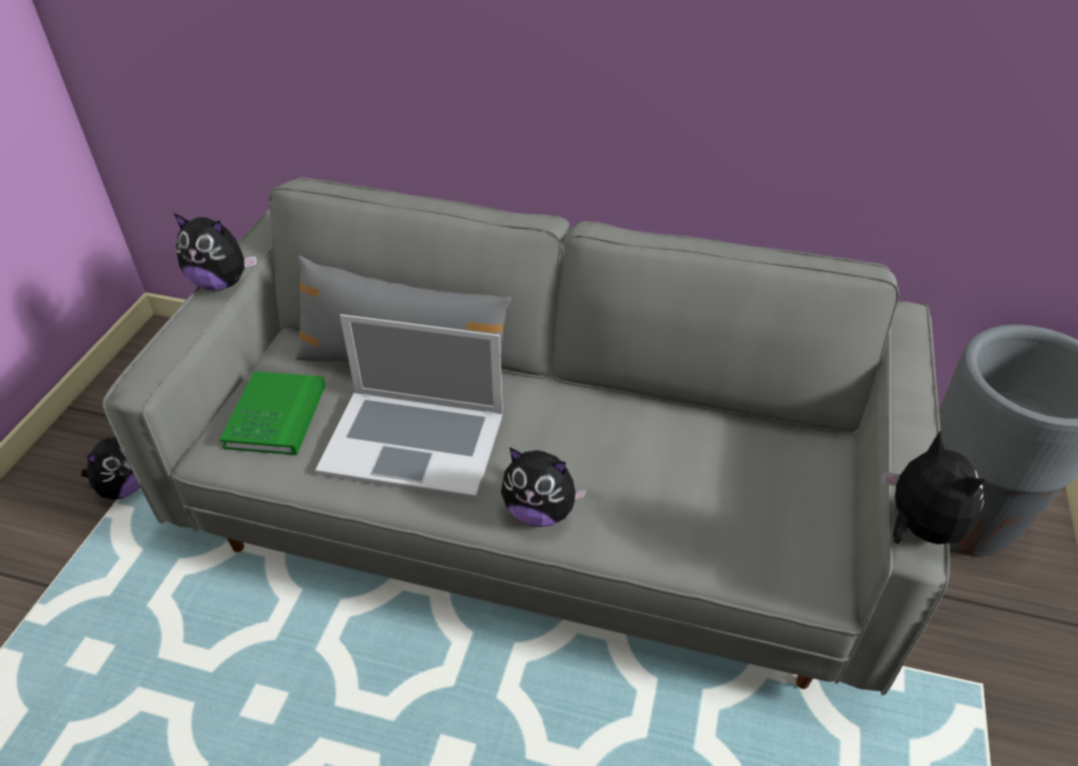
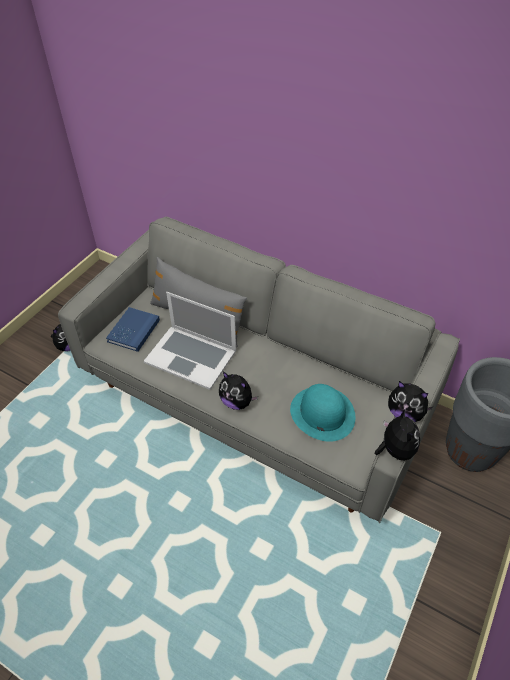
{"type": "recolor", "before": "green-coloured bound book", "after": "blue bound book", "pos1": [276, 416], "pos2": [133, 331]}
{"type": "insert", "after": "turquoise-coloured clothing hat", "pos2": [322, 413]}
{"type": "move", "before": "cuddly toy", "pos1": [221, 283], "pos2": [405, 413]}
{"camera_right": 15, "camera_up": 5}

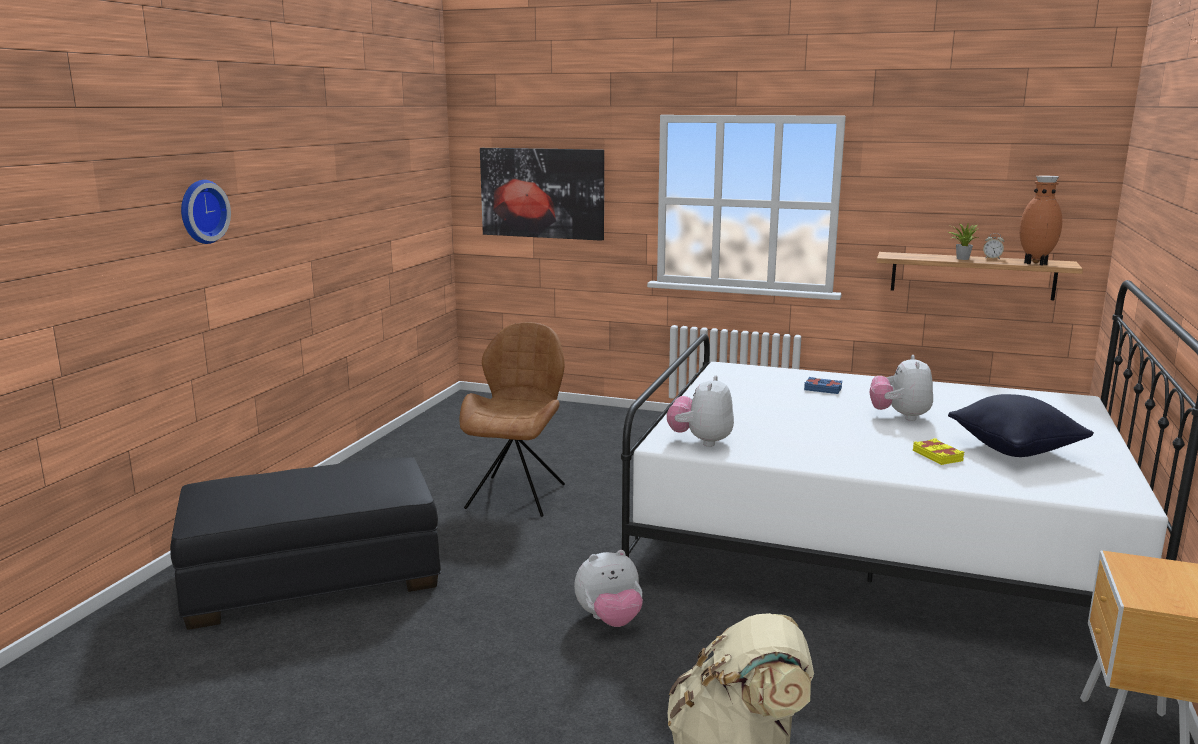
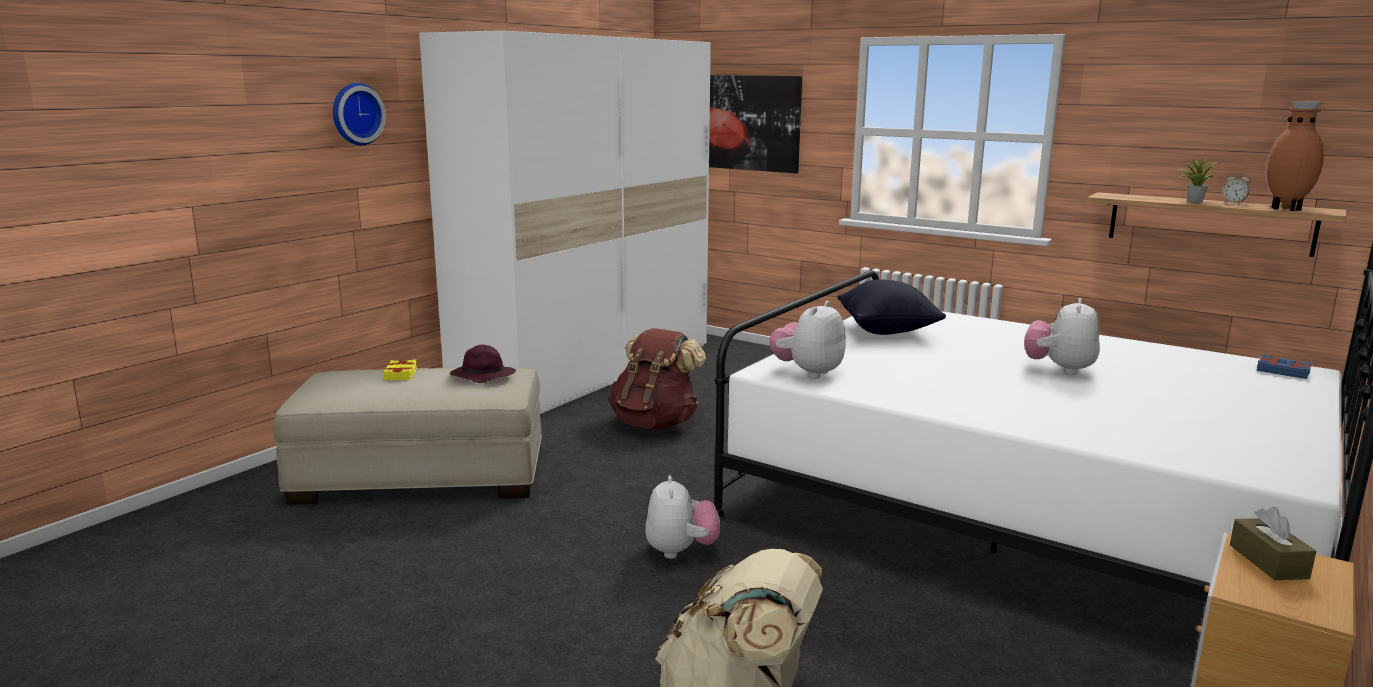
{"type": "recolor", "before": "black pouffe", "after": "beige-coloured pouffe", "pos1": [313, 576], "pos2": [422, 474]}
{"type": "move", "before": "yellowish bound book", "pos1": [938, 456], "pos2": [401, 374]}
{"type": "insert", "after": "whitish wardrobe", "pos2": [589, 371]}
{"type": "insert", "after": "purple-coloured clothing hat", "pos2": [482, 376]}
{"type": "replace", "before": "brownish chair", "after": "brownish rucksack", "pos1": [517, 495], "pos2": [655, 423]}
{"type": "rotate", "before": "cuddly toy", "pos1": [609, 620], "pos2": [681, 551], "turn": -90}
{"type": "move", "before": "black throw pillow", "pos1": [1015, 450], "pos2": [887, 331]}
{"type": "insert", "after": "brownish tissue box", "pos2": [1268, 561]}
{"type": "move", "before": "blue bound book", "pos1": [823, 389], "pos2": [1283, 371]}
{"camera_right": 15, "camera_up": 0}

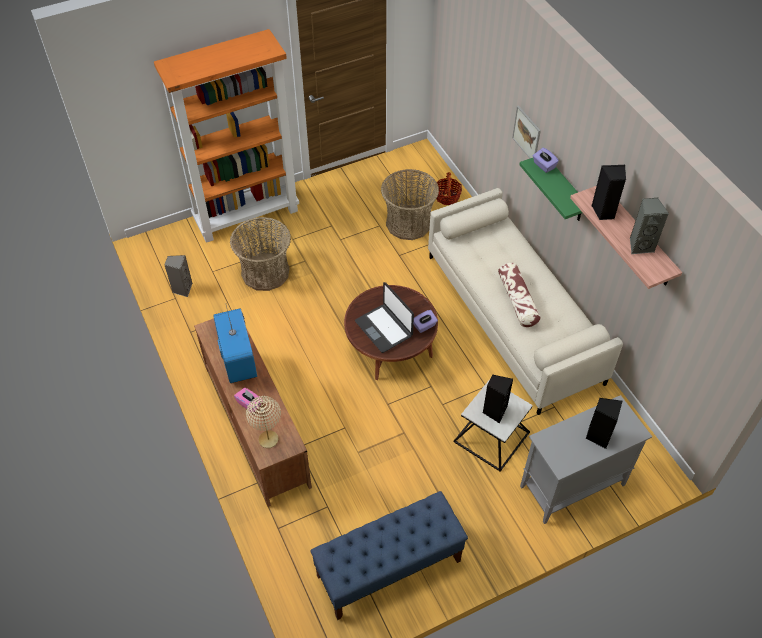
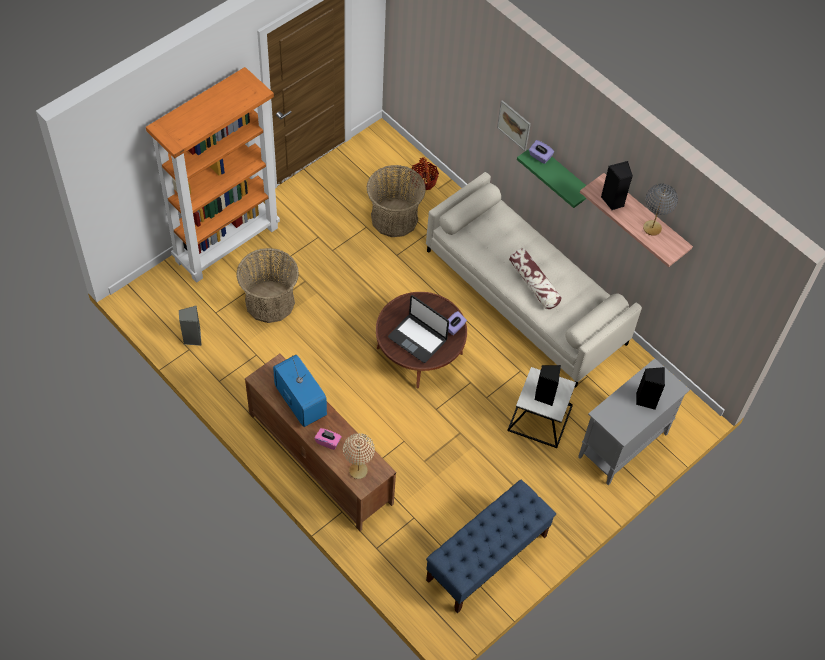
{"type": "replace", "before": "grey audio speaker", "after": "grey lamp for a table", "pos1": [640, 245], "pos2": [652, 228]}
{"camera_right": -20, "camera_up": 5}

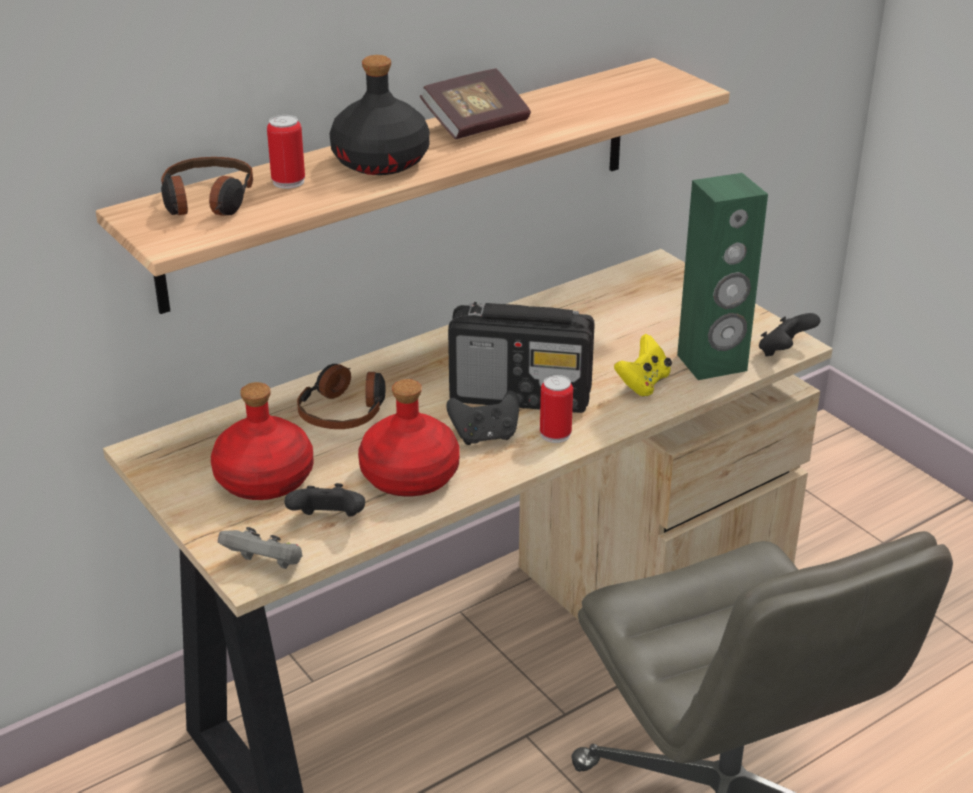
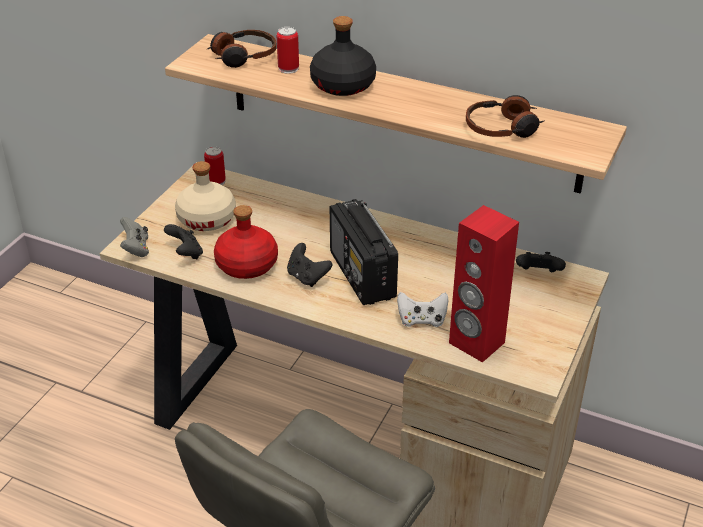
{"type": "recolor", "before": "reddish beverage bottle", "after": "beige-coloured beverage bottle", "pos1": [263, 479], "pos2": [207, 218]}
{"type": "move", "before": "sealed can", "pos1": [555, 434], "pos2": [216, 181]}
{"type": "recolor", "before": "yellowish joypad", "after": "whitish joypad", "pos1": [643, 383], "pos2": [422, 320]}
{"type": "recolor", "before": "green-coloured audio speaker", "after": "reddish audio speaker", "pos1": [712, 363], "pos2": [476, 343]}
{"type": "move", "before": "headphones", "pos1": [344, 410], "pos2": [502, 128]}
{"type": "move", "before": "black joypad", "pos1": [784, 352], "pos2": [538, 274]}
{"type": "delete", "before": "bound book", "pos1": [476, 125]}
{"camera_right": 60, "camera_up": 5}

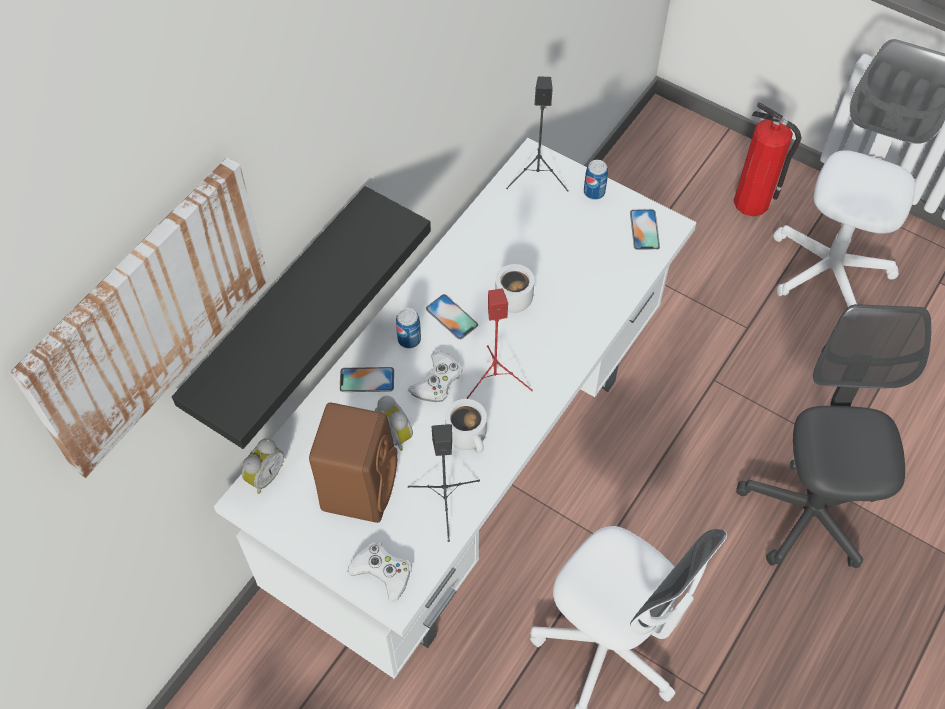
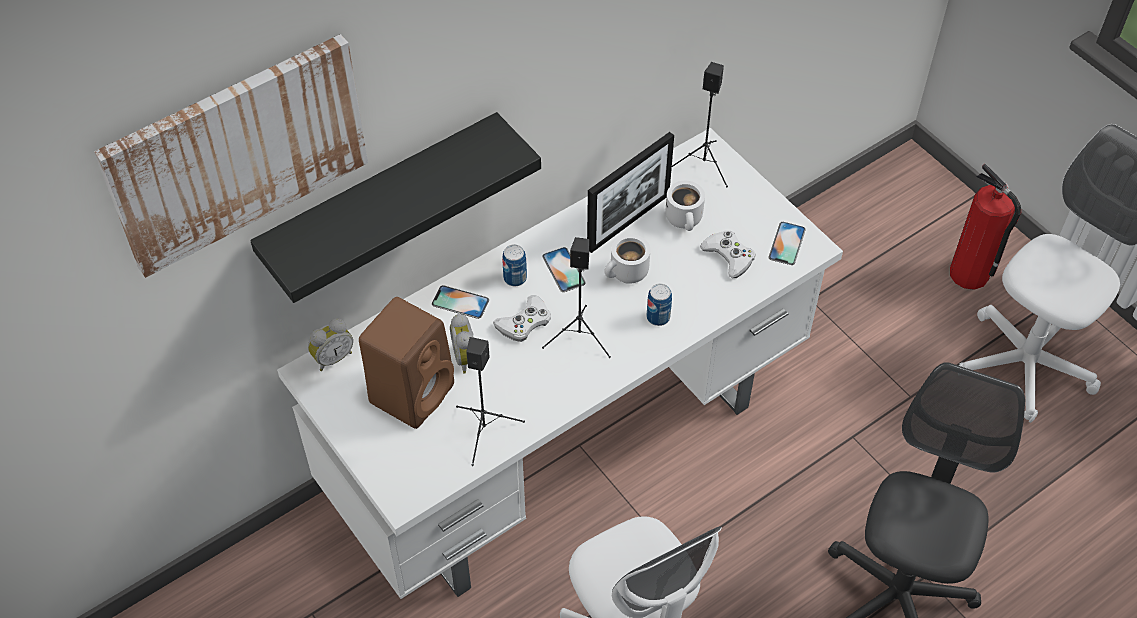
{"type": "recolor", "before": "reddish audio speaker", "after": "black audio speaker", "pos1": [496, 379], "pos2": [580, 337]}
{"type": "insert", "after": "picture frame", "pos2": [628, 222]}
{"type": "move", "before": "sealed can", "pos1": [594, 192], "pos2": [658, 317]}
{"type": "move", "before": "whitish mug", "pos1": [469, 437], "pos2": [686, 219]}
{"type": "move", "before": "whitish joypad", "pos1": [382, 572], "pos2": [729, 256]}
{"camera_right": 20, "camera_up": -5}

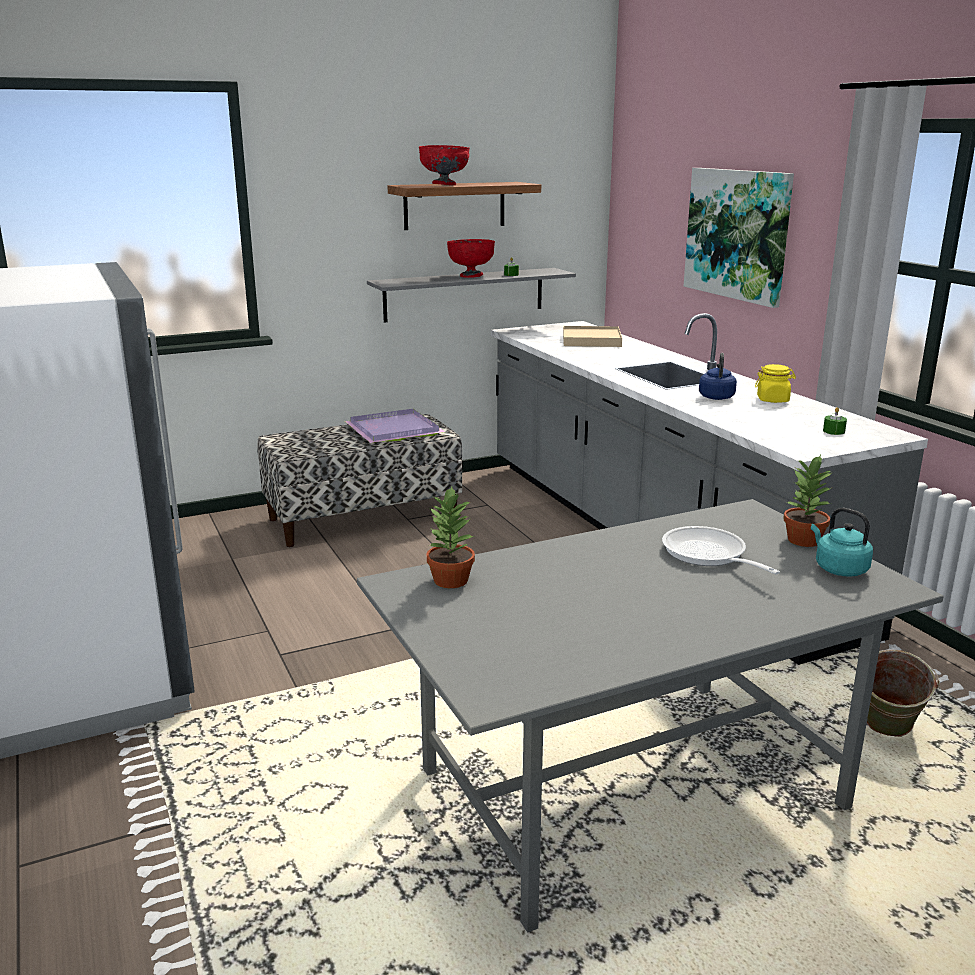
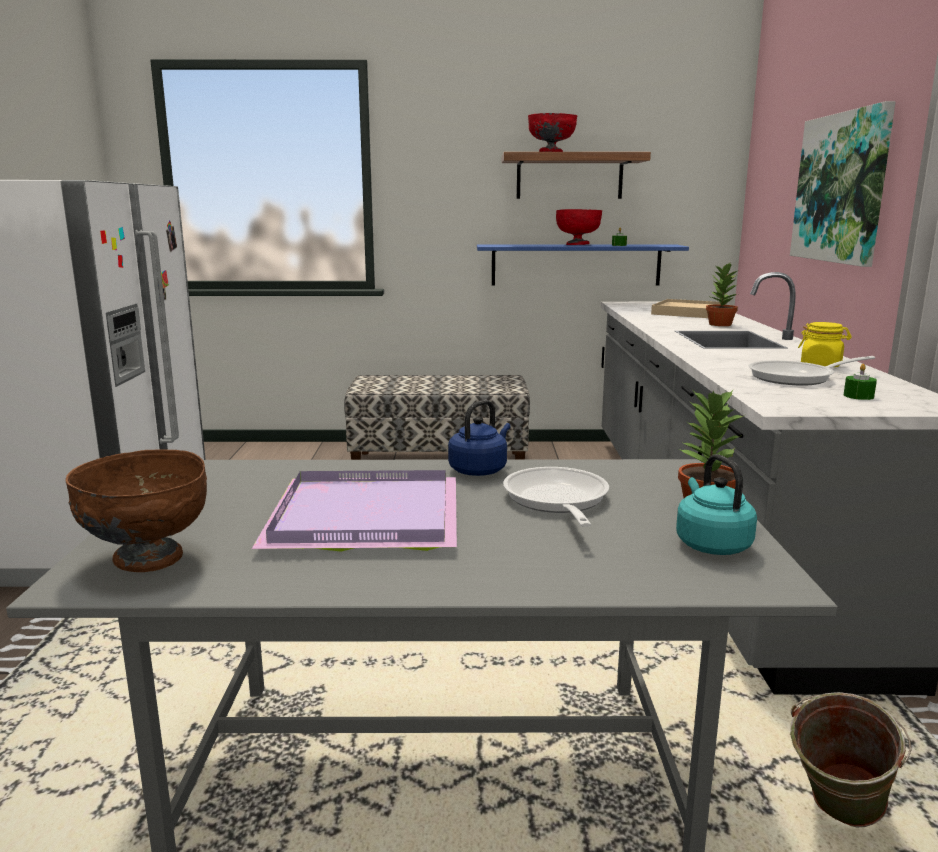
{"type": "insert", "after": "brownish bowl", "pos2": [148, 559]}
{"type": "move", "before": "purple-coloured serving tray", "pos1": [392, 430], "pos2": [362, 515]}
{"type": "move", "before": "blue water kettle", "pos1": [716, 397], "pos2": [480, 470]}
{"type": "recolor", "before": "grey shelf", "after": "blue shelf", "pos1": [464, 294], "pos2": [576, 265]}
{"type": "move", "before": "potted plant", "pos1": [450, 581], "pos2": [719, 324]}
{"type": "insert", "after": "frying pan", "pos2": [797, 378]}
{"camera_right": 25, "camera_up": -5}

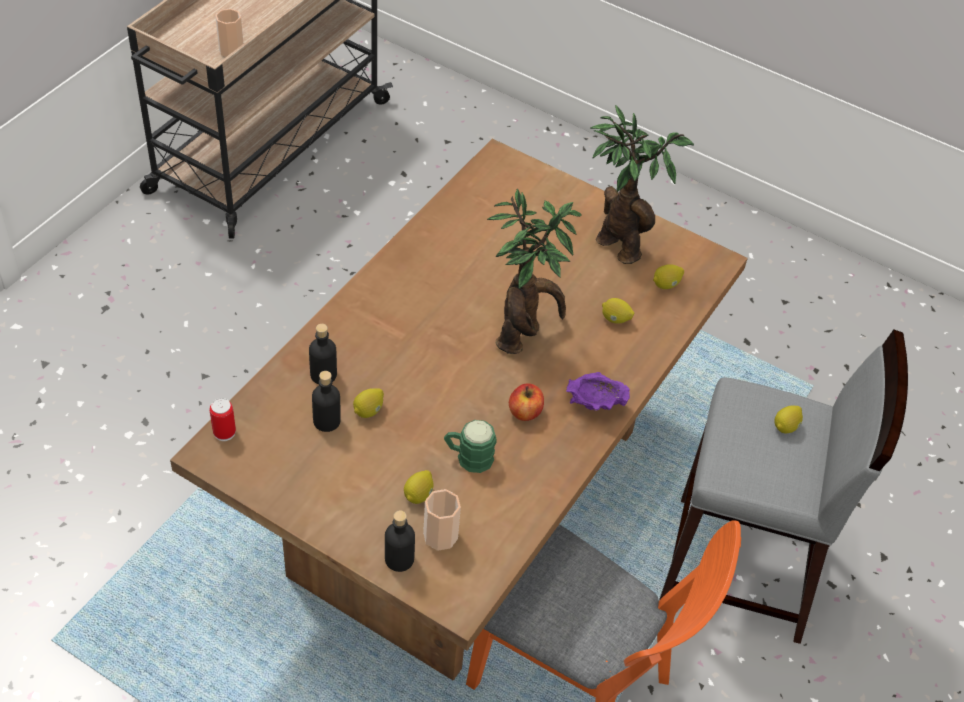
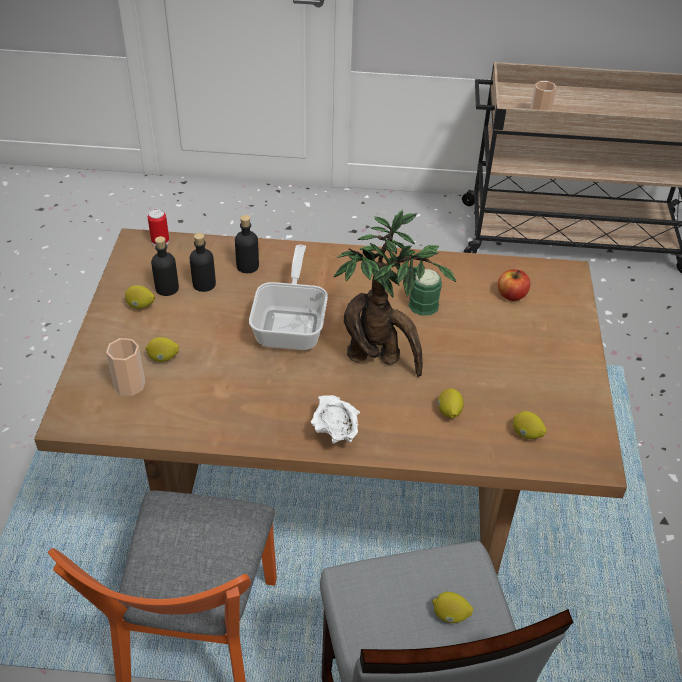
{"type": "move", "before": "citrus fruit", "pos1": [368, 411], "pos2": [140, 306]}
{"type": "move", "before": "black beverage bottle", "pos1": [399, 559], "pos2": [167, 288]}
{"type": "insert", "after": "frying pan", "pos2": [292, 324]}
{"type": "recolor", "before": "purple-coloured bowl", "after": "whitish bowl", "pos1": [595, 404], "pos2": [335, 433]}
{"type": "move", "before": "green-coloured mug", "pos1": [468, 457], "pos2": [420, 301]}
{"type": "move", "before": "whole apple", "pos1": [525, 412], "pos2": [511, 295]}
{"type": "delete", "before": "potted plant", "pos1": [616, 243]}
{"camera_right": 65, "camera_up": -5}

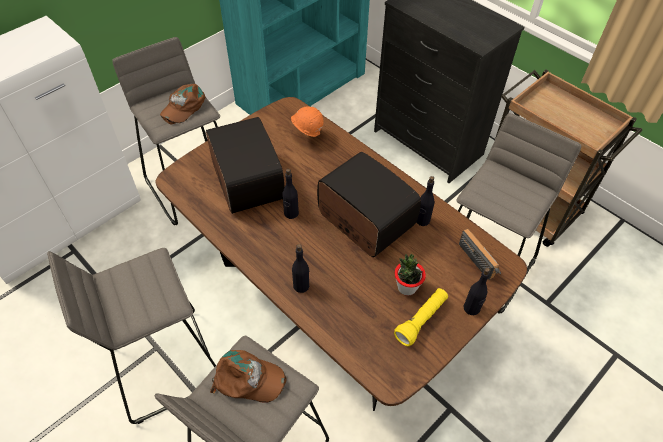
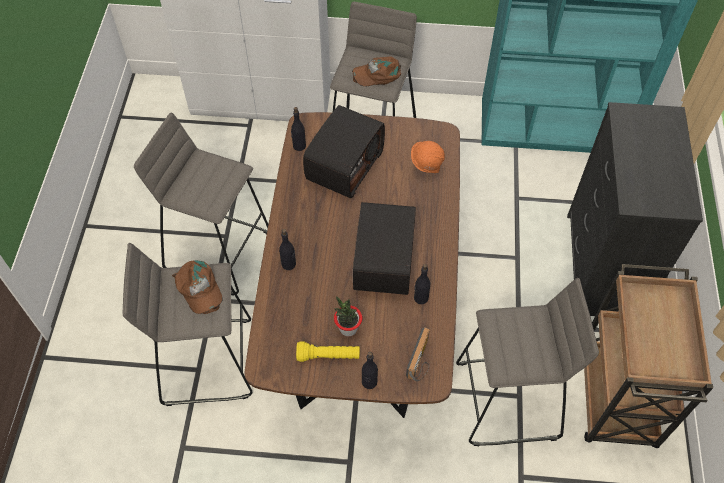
{"type": "move", "before": "black beverage bottle", "pos1": [291, 213], "pos2": [299, 146]}
{"camera_right": 50, "camera_up": 5}

